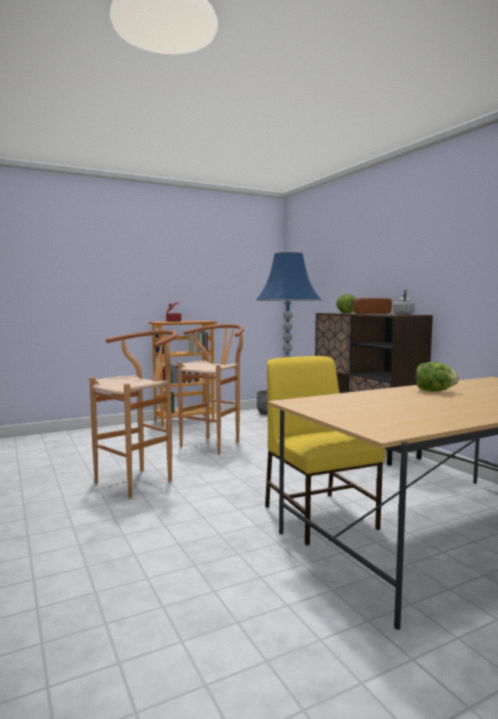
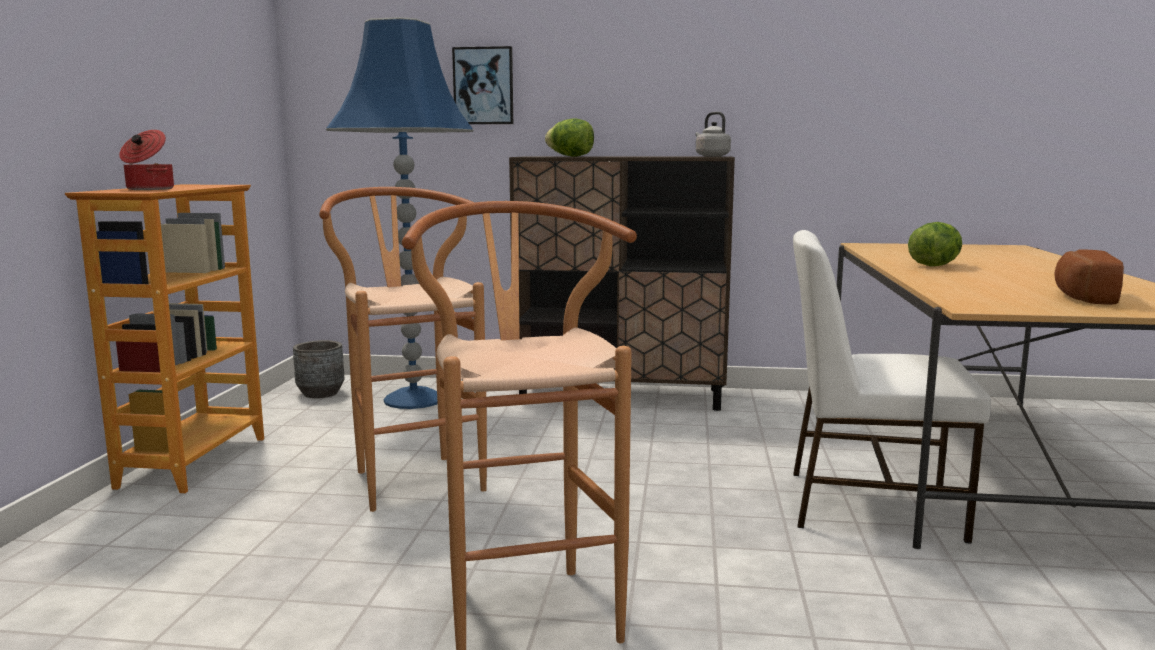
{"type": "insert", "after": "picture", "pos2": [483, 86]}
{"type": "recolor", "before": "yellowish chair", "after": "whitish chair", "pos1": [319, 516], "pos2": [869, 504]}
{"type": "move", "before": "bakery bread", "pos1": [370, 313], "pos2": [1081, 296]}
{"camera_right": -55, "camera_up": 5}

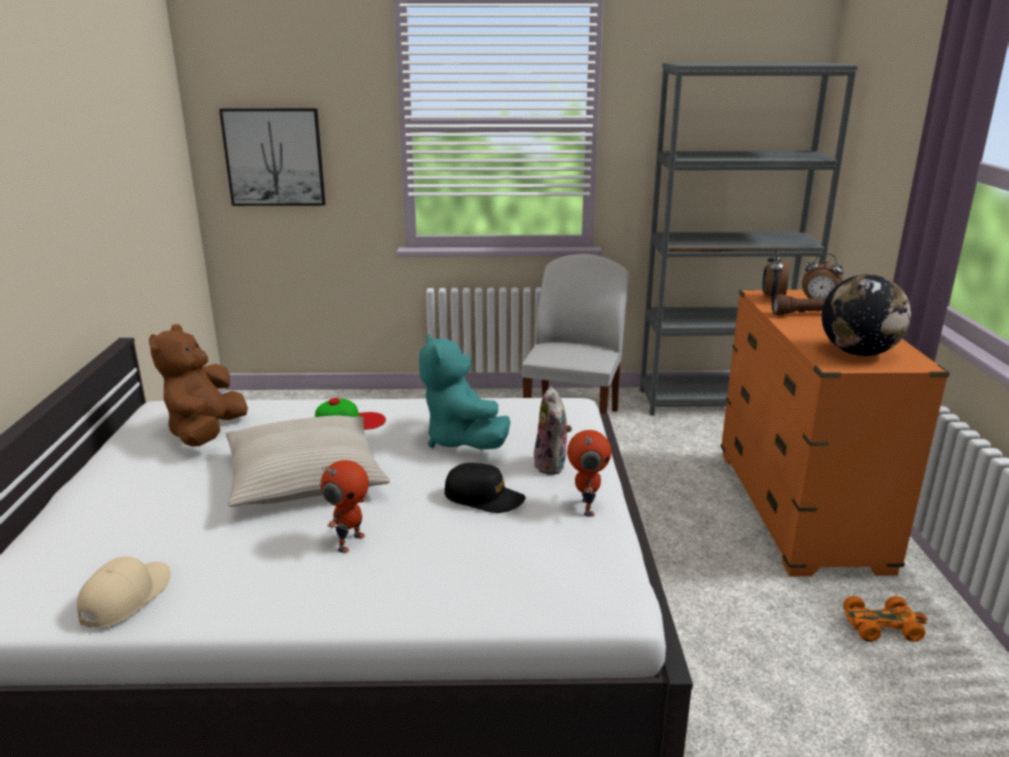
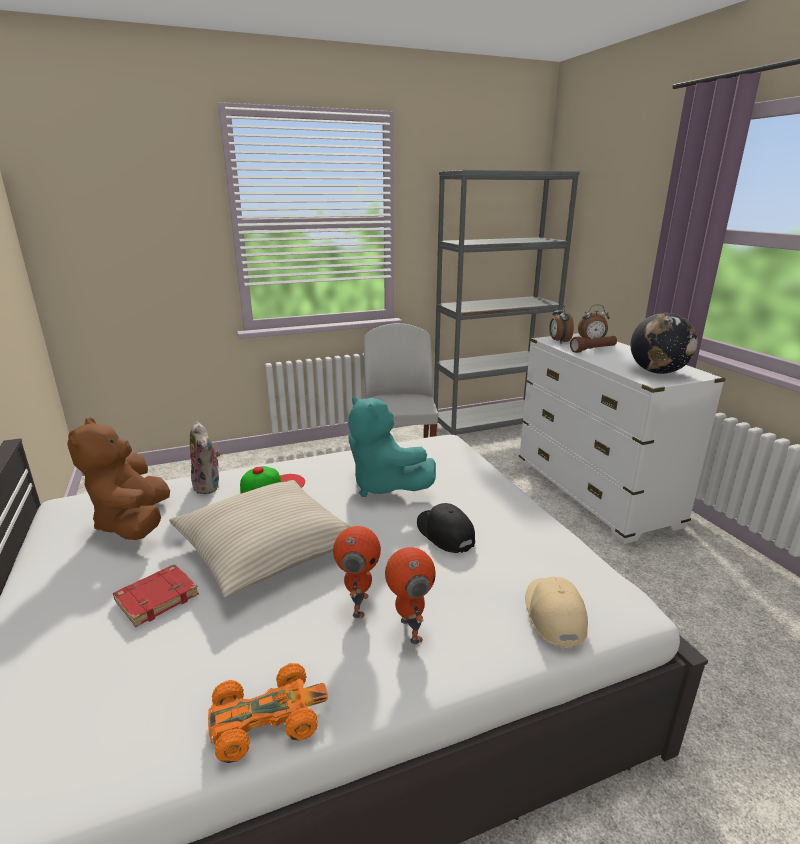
{"type": "insert", "after": "reddish bound book", "pos2": [157, 598]}
{"type": "move", "before": "cuddly toy", "pos1": [553, 465], "pos2": [209, 486]}
{"type": "move", "before": "orangey miniature car", "pos1": [882, 626], "pos2": [267, 719]}
{"type": "move", "before": "toy robot", "pos1": [586, 507], "pos2": [409, 630]}
{"type": "rotate", "before": "black cap", "pos1": [484, 498], "pos2": [444, 533], "turn": -120}
{"type": "recolor", "before": "orangey dresser", "after": "whitish dresser", "pos1": [799, 510], "pos2": [594, 493]}
{"type": "move", "before": "beige-coloured cap", "pos1": [126, 597], "pos2": [553, 614]}
{"type": "delete", "before": "picture", "pos1": [274, 157]}
{"camera_right": -20, "camera_up": 0}

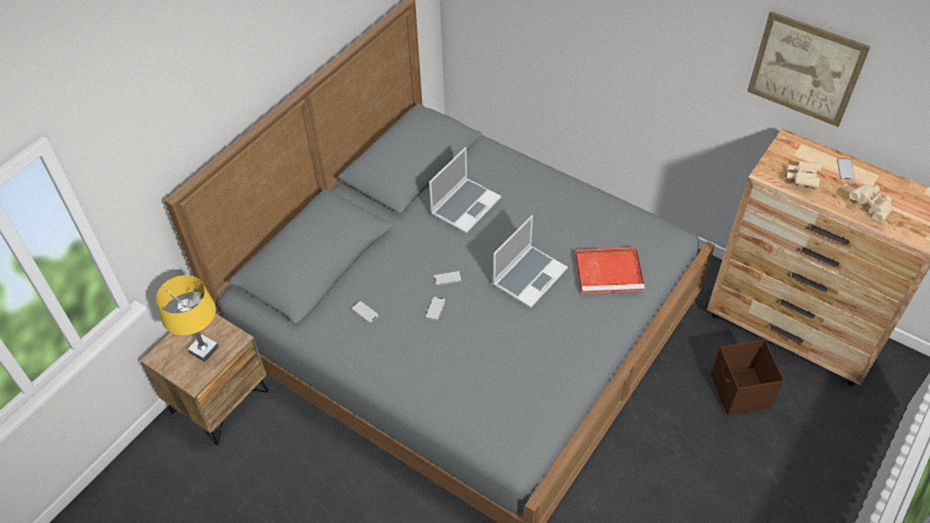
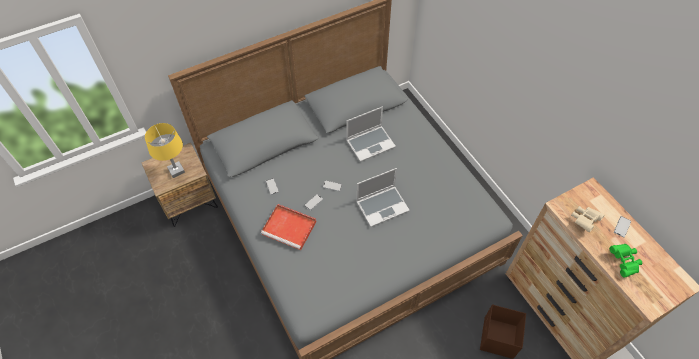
{"type": "move", "before": "reddish serving tray", "pos1": [610, 272], "pos2": [290, 228]}
{"type": "recolor", "before": "beige-coloured binoculars", "after": "green-coloured binoculars", "pos1": [871, 206], "pos2": [624, 262]}
{"type": "delete", "before": "picture", "pos1": [805, 69]}
{"camera_right": 25, "camera_up": 5}

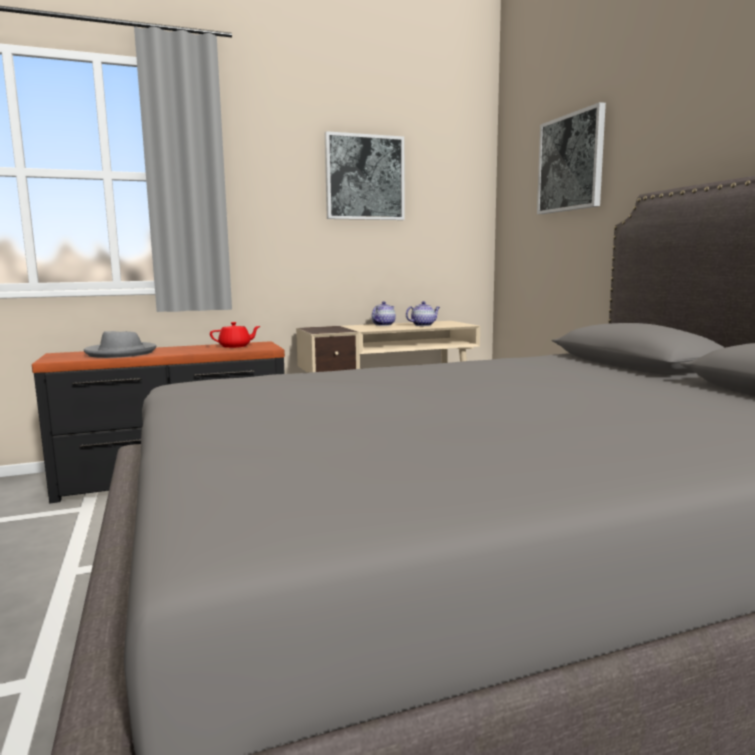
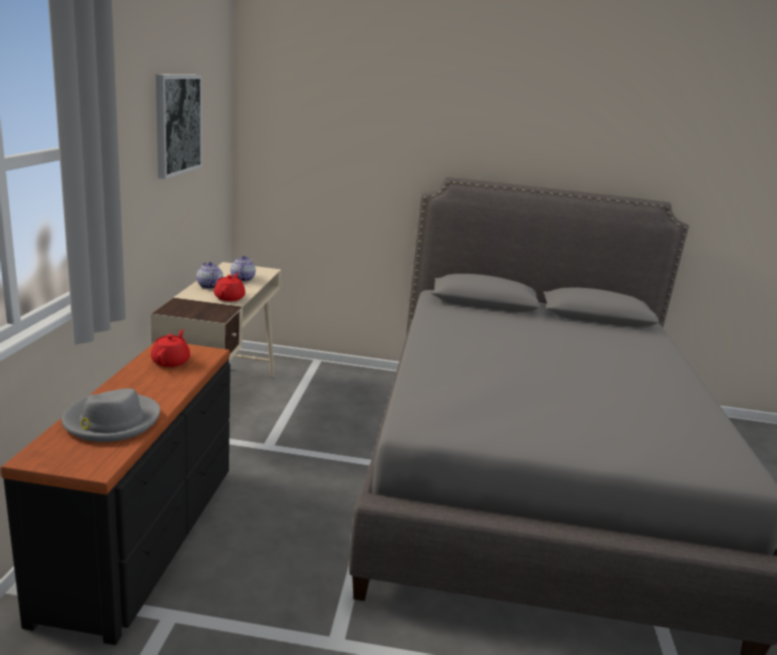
{"type": "insert", "after": "reddish pot for tea", "pos2": [230, 298]}
{"type": "delete", "before": "picture", "pos1": [571, 163]}
{"camera_right": -65, "camera_up": 10}

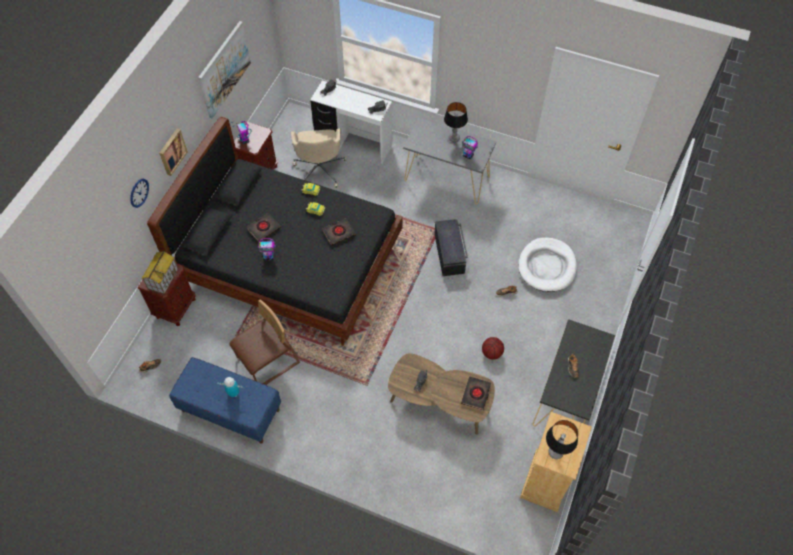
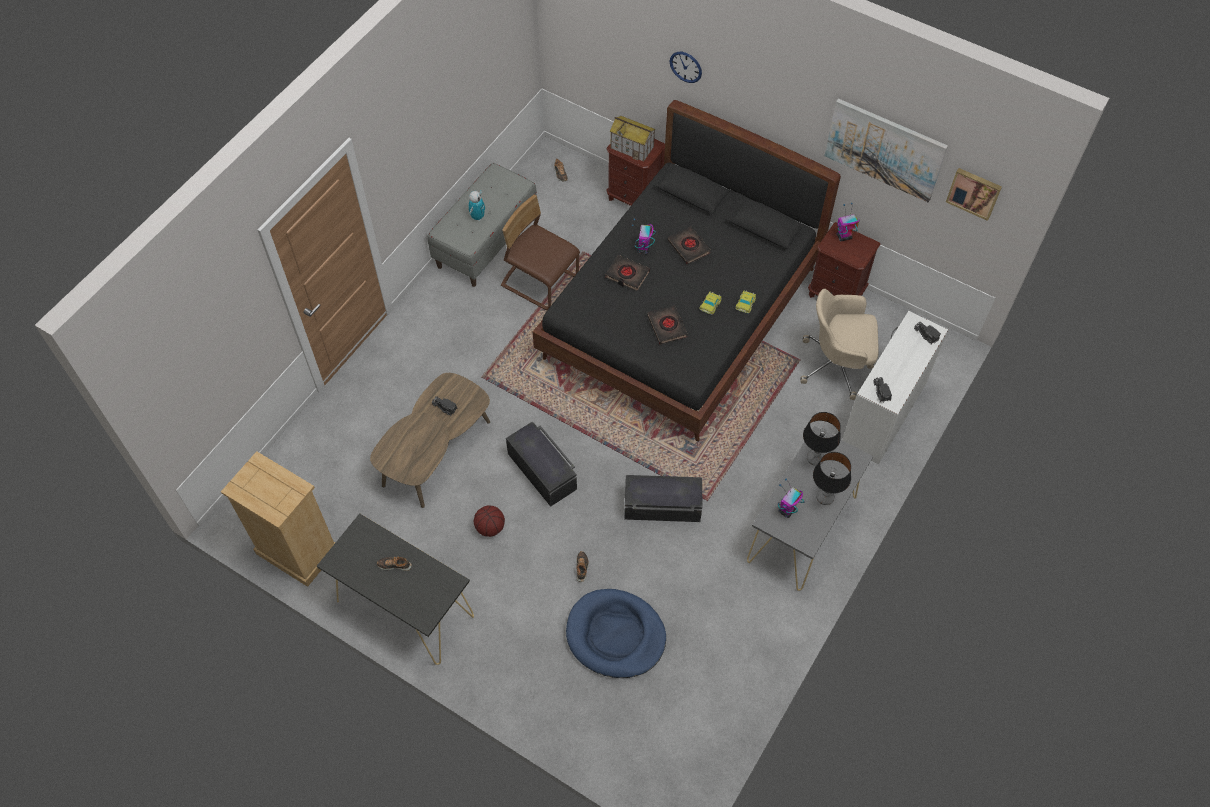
{"type": "recolor", "before": "blue bench", "after": "grey bench", "pos1": [230, 410], "pos2": [486, 241]}
{"type": "rotate", "before": "brownish chair", "pos1": [268, 361], "pos2": [540, 281], "turn": 150}
{"type": "insert", "after": "black storage bin", "pos2": [543, 470]}
{"type": "recolor", "before": "whitish dog cushion", "after": "blue dog cushion", "pos1": [547, 266], "pos2": [615, 635]}
{"type": "move", "before": "black bound book", "pos1": [476, 394], "pos2": [627, 275]}
{"type": "move", "before": "lamp for a table", "pos1": [555, 452], "pos2": [815, 458]}
{"type": "move", "before": "picture", "pos1": [172, 151], "pos2": [974, 192]}
{"camera_right": 100, "camera_up": 0}

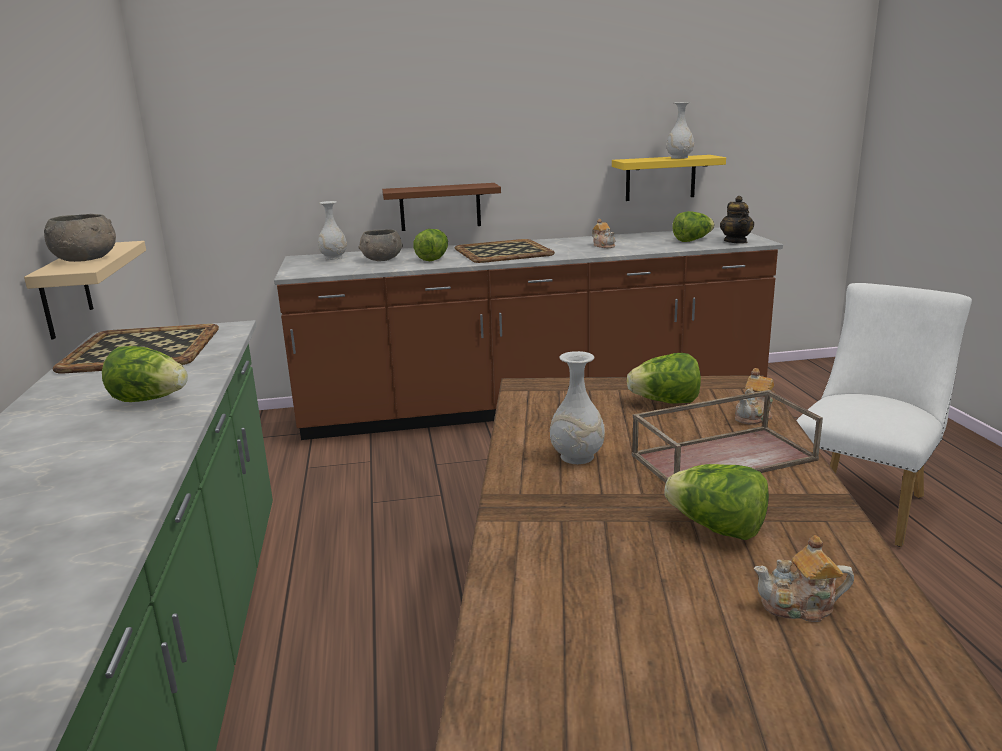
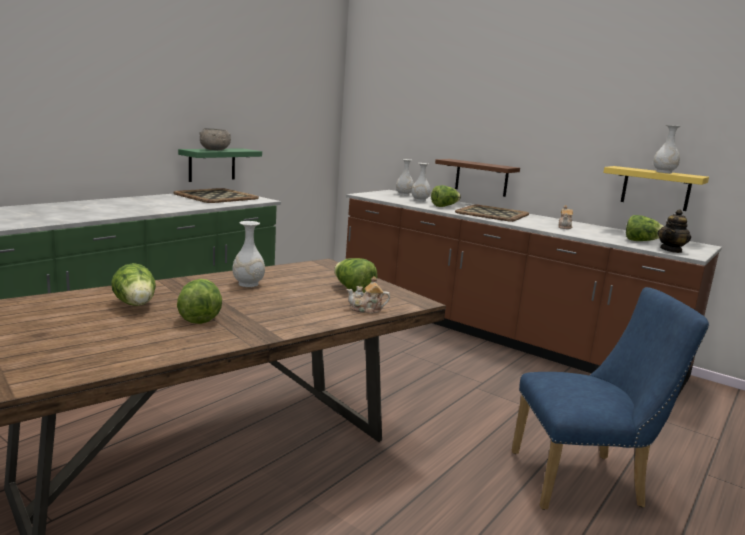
{"type": "move", "before": "lettuce head", "pos1": [150, 400], "pos2": [136, 305]}
{"type": "recolor", "before": "beige-coloured shelf", "after": "green-coloured shelf", "pos1": [65, 291], "pos2": [212, 164]}
{"type": "replace", "before": "grey bowl", "after": "whitish vase", "pos1": [381, 259], "pos2": [420, 200]}
{"type": "recolor", "before": "whitish chair", "after": "blue chair", "pos1": [864, 502], "pos2": [585, 481]}
{"type": "delete", "before": "brownish serving tray", "pos1": [724, 456]}
{"type": "delete", "before": "pot for tea", "pos1": [800, 606]}
{"camera_right": 45, "camera_up": -5}

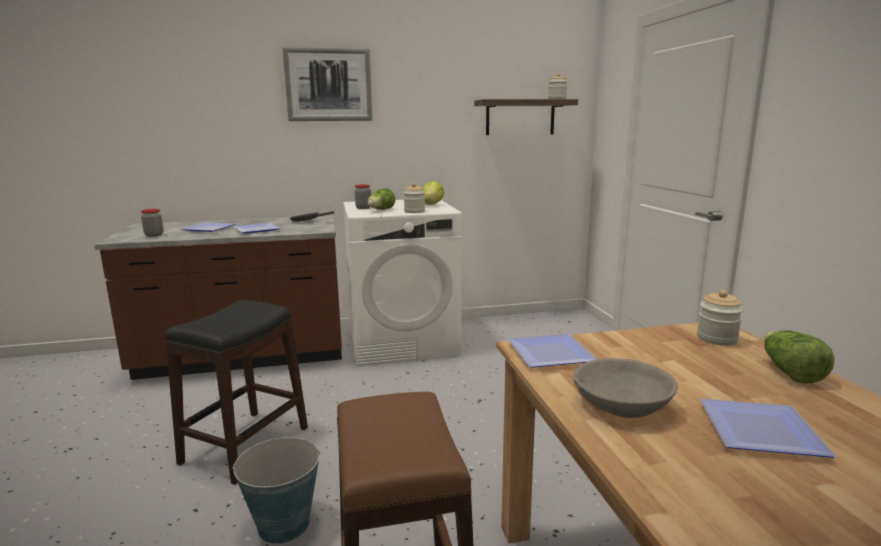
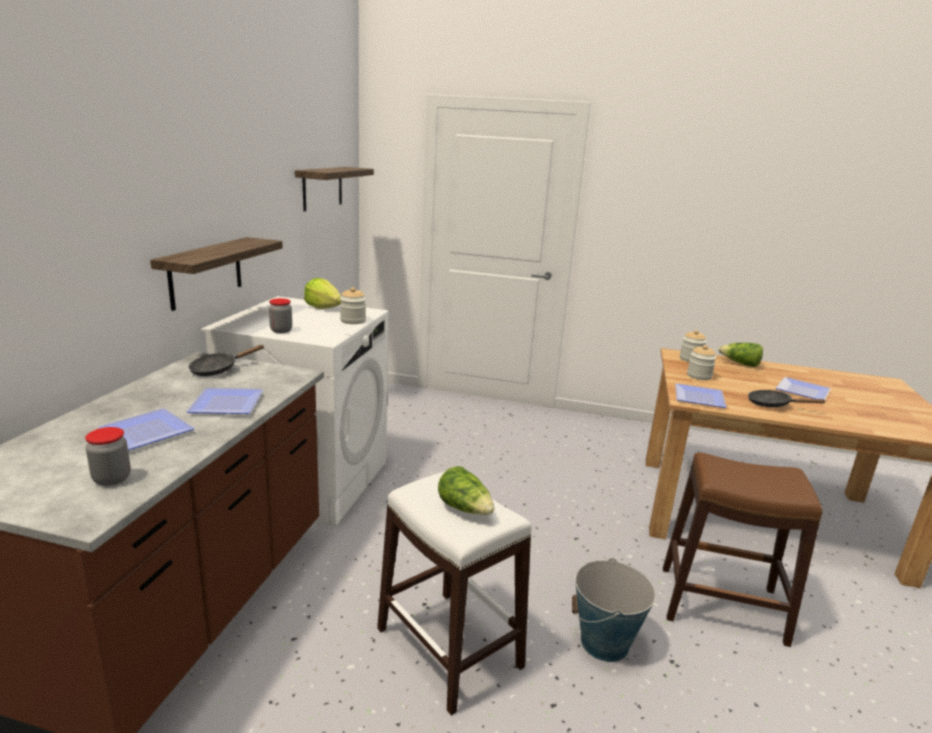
{"type": "insert", "after": "shelf", "pos2": [206, 272]}
{"type": "recolor", "before": "black stool seat", "after": "whitish stool seat", "pos1": [245, 445], "pos2": [448, 648]}
{"type": "move", "before": "lettuce head", "pos1": [380, 210], "pos2": [465, 509]}
{"type": "move", "before": "jar", "pos1": [557, 99], "pos2": [699, 376]}
{"type": "replace", "before": "grey bowl", "after": "black frying pan", "pos1": [622, 404], "pos2": [773, 405]}
{"type": "delete", "before": "picture", "pos1": [328, 85]}
{"camera_right": -65, "camera_up": 5}

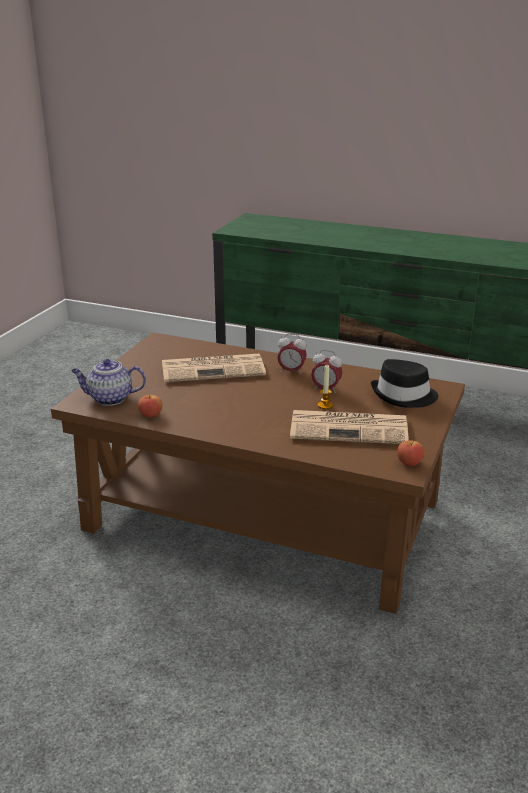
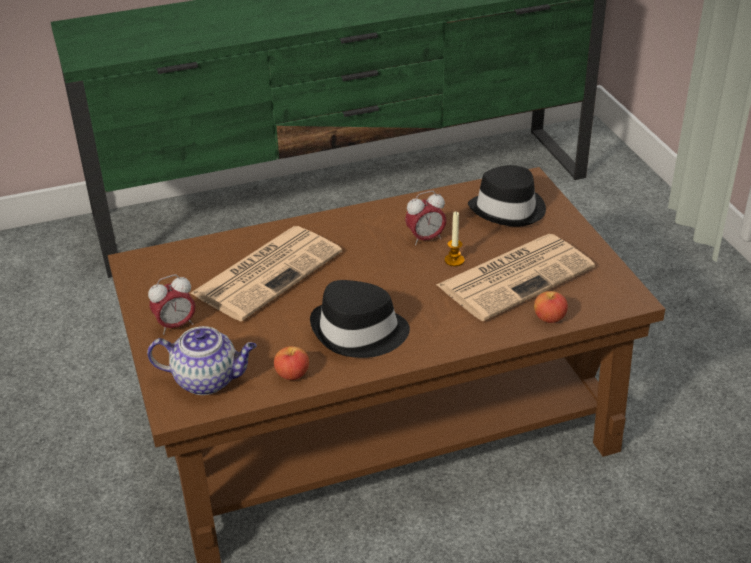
{"type": "rotate", "before": "pot for tea", "pos1": [109, 399], "pos2": [208, 380], "turn": -135}
{"type": "move", "before": "bedside clock", "pos1": [291, 371], "pos2": [175, 325]}
{"type": "insert", "after": "black clothing hat", "pos2": [359, 332]}
{"type": "move", "before": "whole apple", "pos1": [409, 463], "pos2": [549, 318]}
{"camera_right": -40, "camera_up": 10}

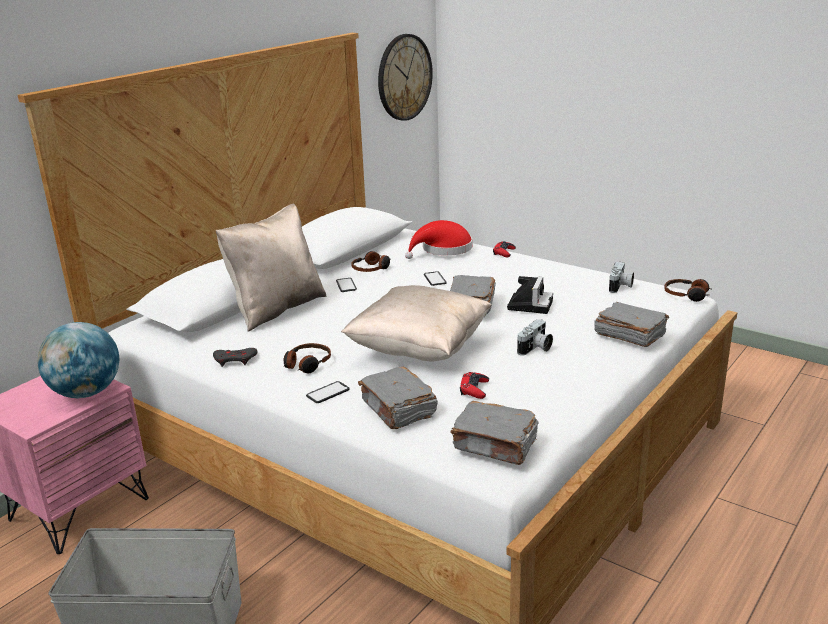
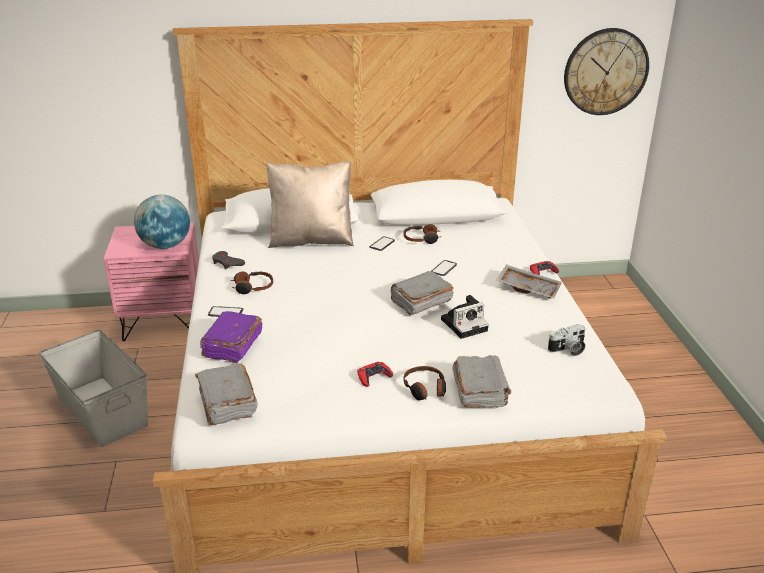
{"type": "recolor", "before": "grey bound book", "after": "purple-coloured bound book", "pos1": [398, 409], "pos2": [232, 346]}
{"type": "move", "before": "reddish joypad", "pos1": [474, 389], "pos2": [374, 377]}
{"type": "move", "before": "headphones", "pos1": [687, 295], "pos2": [425, 389]}
{"type": "insert", "after": "grey serving tray", "pos2": [528, 288]}
{"type": "delete", "before": "beige-coloured throw pillow", "pos1": [419, 350]}
{"type": "delete", "before": "reddish clothing hat", "pos1": [443, 250]}
{"type": "delete", "before": "photo camera", "pos1": [535, 349]}
{"camera_right": 45, "camera_up": 5}

